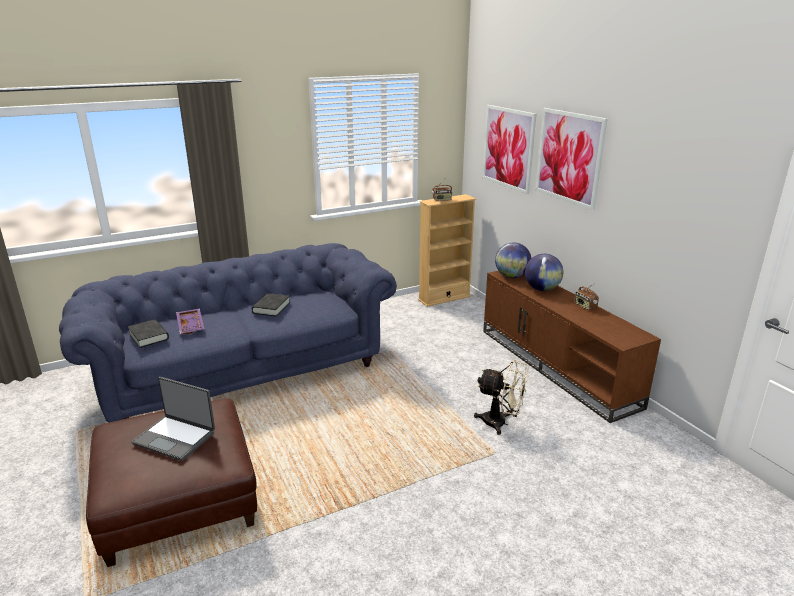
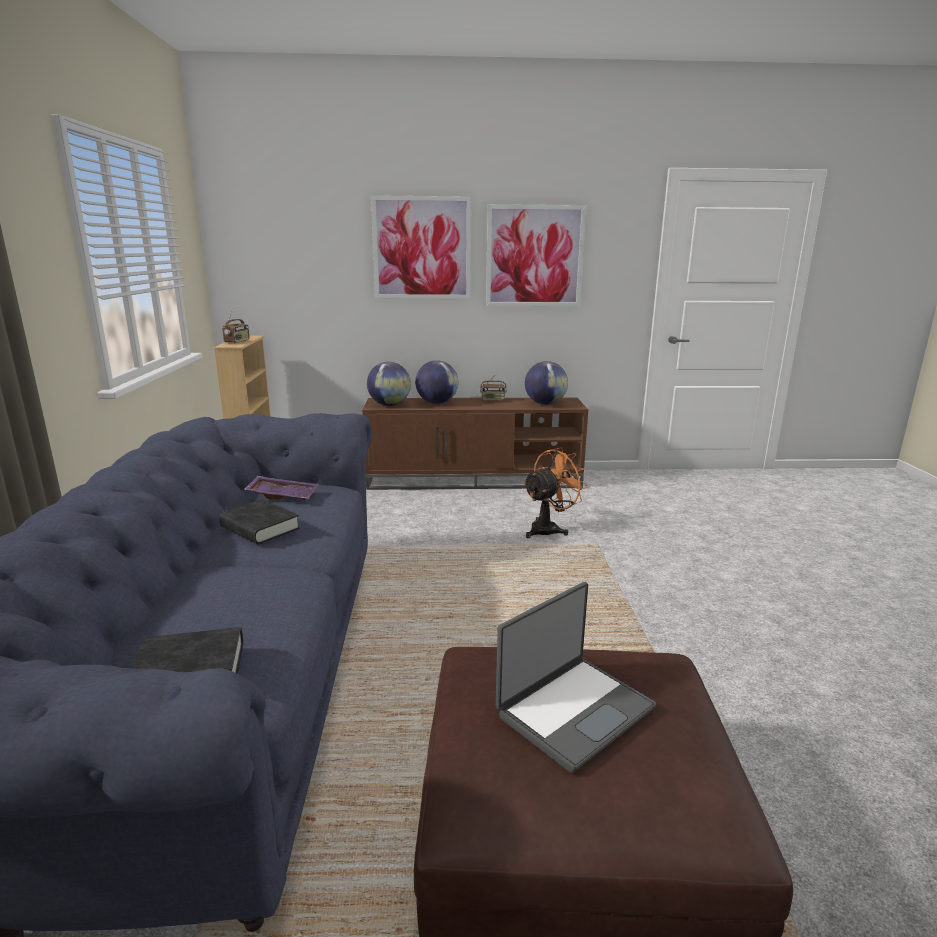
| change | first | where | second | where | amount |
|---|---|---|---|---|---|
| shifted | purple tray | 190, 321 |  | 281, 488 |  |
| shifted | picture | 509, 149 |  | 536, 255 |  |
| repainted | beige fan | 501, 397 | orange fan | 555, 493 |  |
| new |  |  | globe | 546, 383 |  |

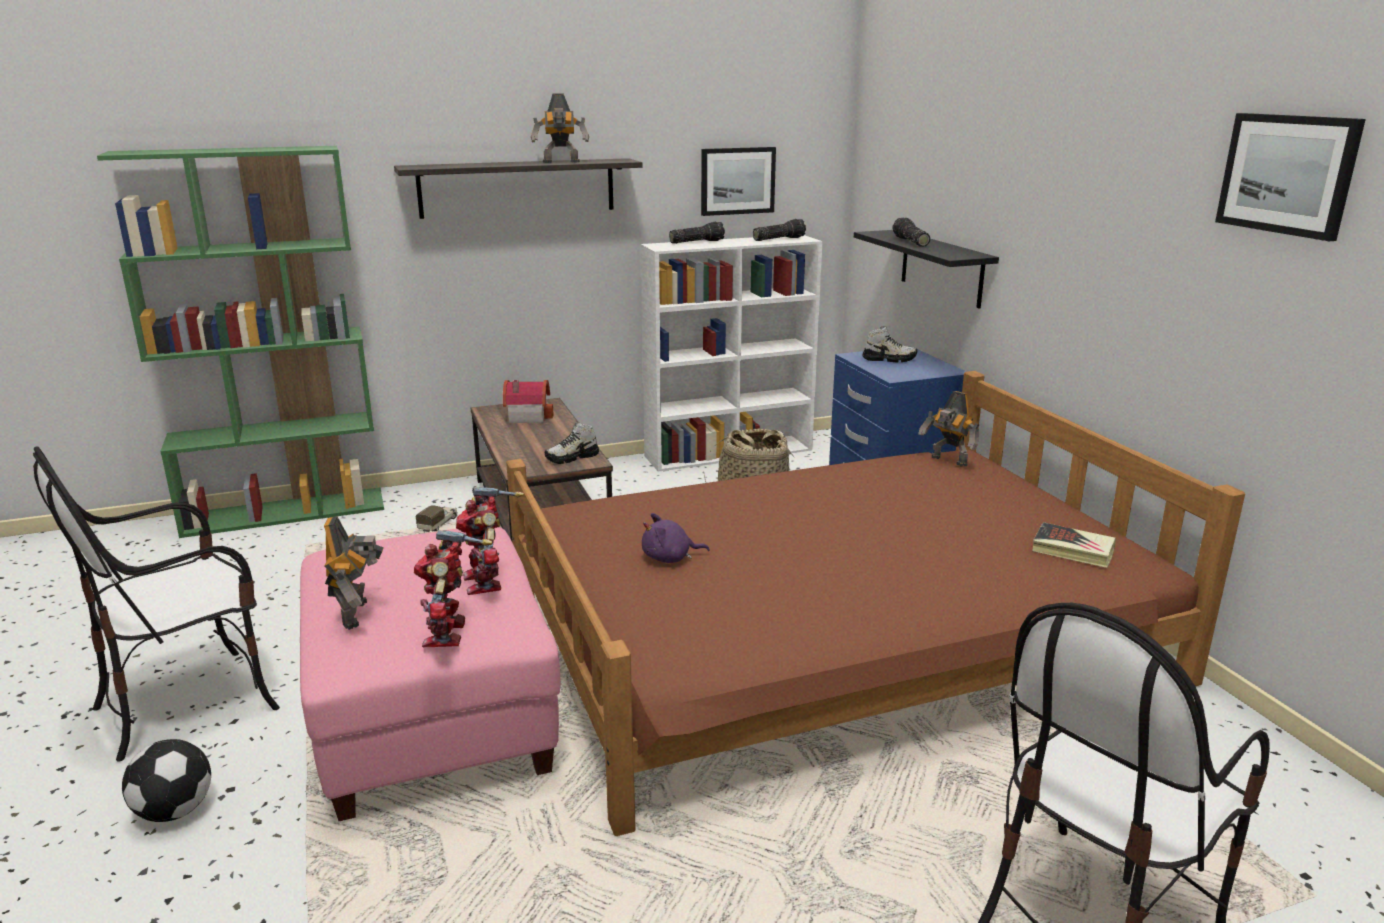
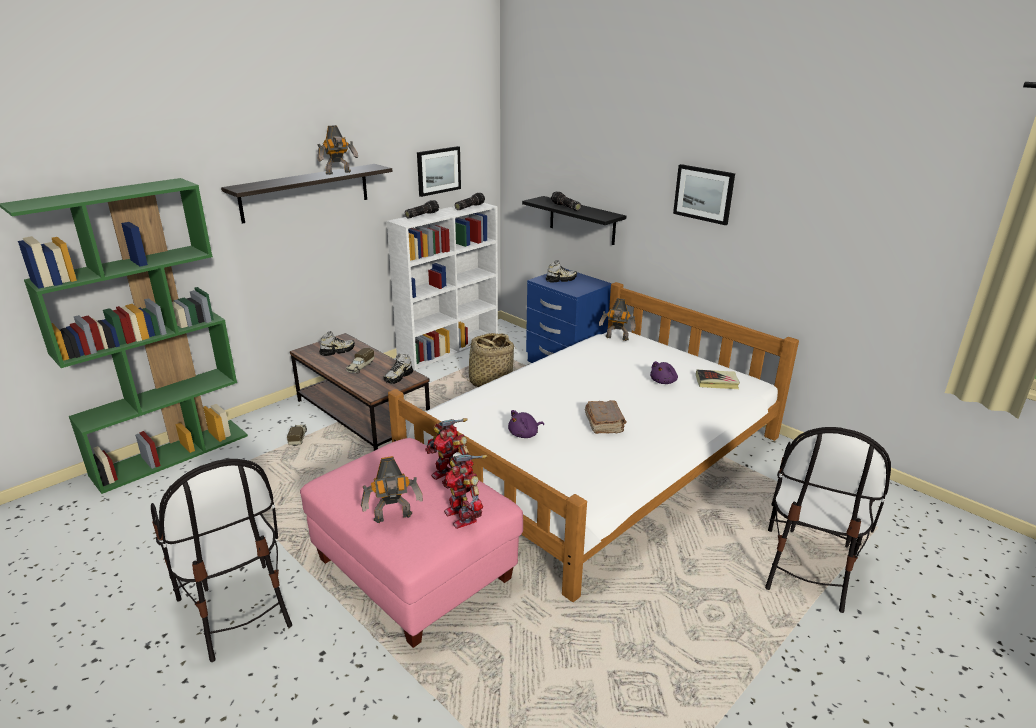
| change | first | where | second | where | amount |
|---|---|---|---|---|---|
| rotated | chair | 156, 604 |  | 221, 560 | 60 degrees counterclockwise |
| swapped | toy house | 528, 401 | shoe | 337, 343 |  |
| new |  |  | toy truck | 360, 361 |  |
| rotated | toy robot | 354, 573 |  | 392, 489 | 105 degrees clockwise |
| repainted | brown bed | 875, 603 | white bed | 593, 442 |  |
| new |  |  | brown book | 605, 417 |  |
| new |  |  | purple plush toy | 664, 372 |  |
| shifted | picture | 1290, 177 |  | 704, 194 |  |
| gone | football | 166, 780 |  |  |  |

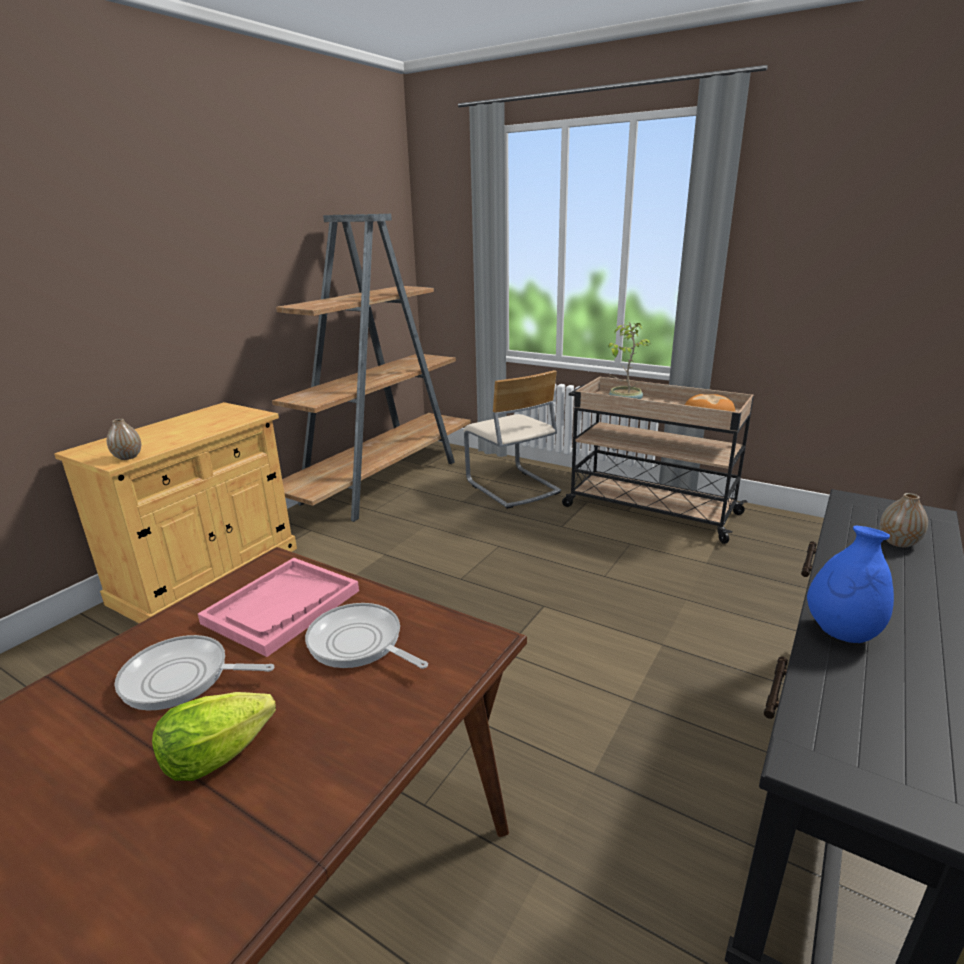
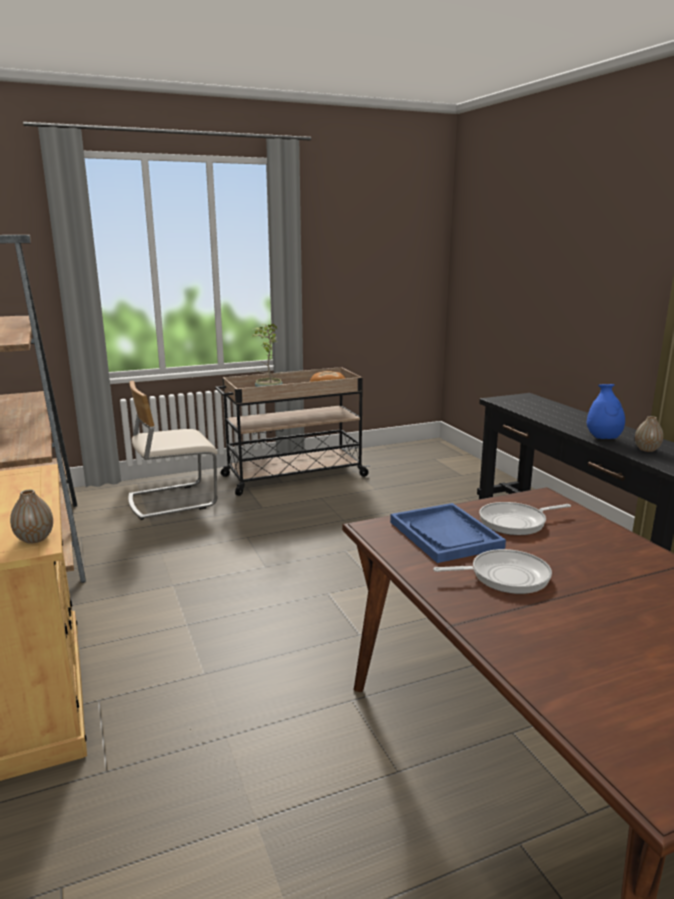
| change | first | where | second | where | amount |
|---|---|---|---|---|---|
| rotated | beige chair | 512, 439 |  | 173, 450 | 150 degrees clockwise |
| repainted | pink tray | 278, 607 | blue tray | 448, 533 |  |
| rotated | frying pan | 194, 672 |  | 492, 571 | 135 degrees counterclockwise |
| shifted | vase | 904, 520 |  | 649, 434 |  |
| gone | lettuce | 214, 736 |  |  |  |

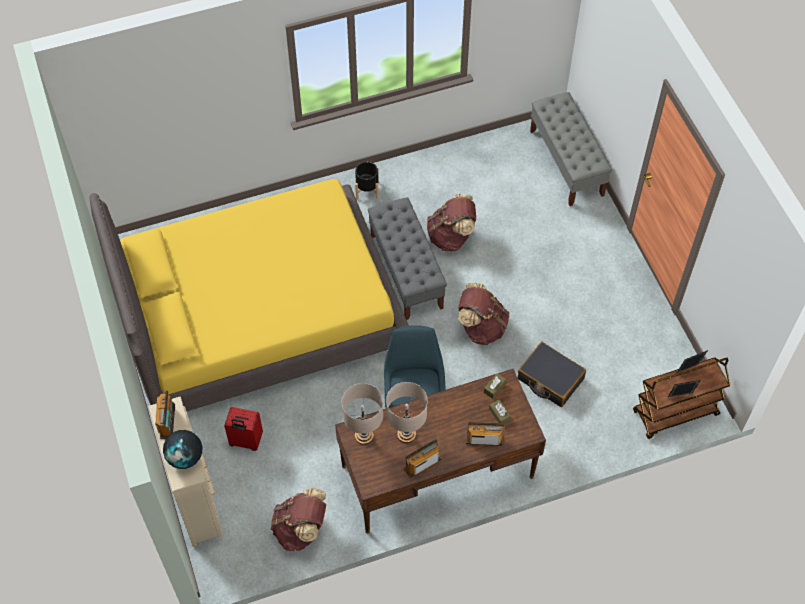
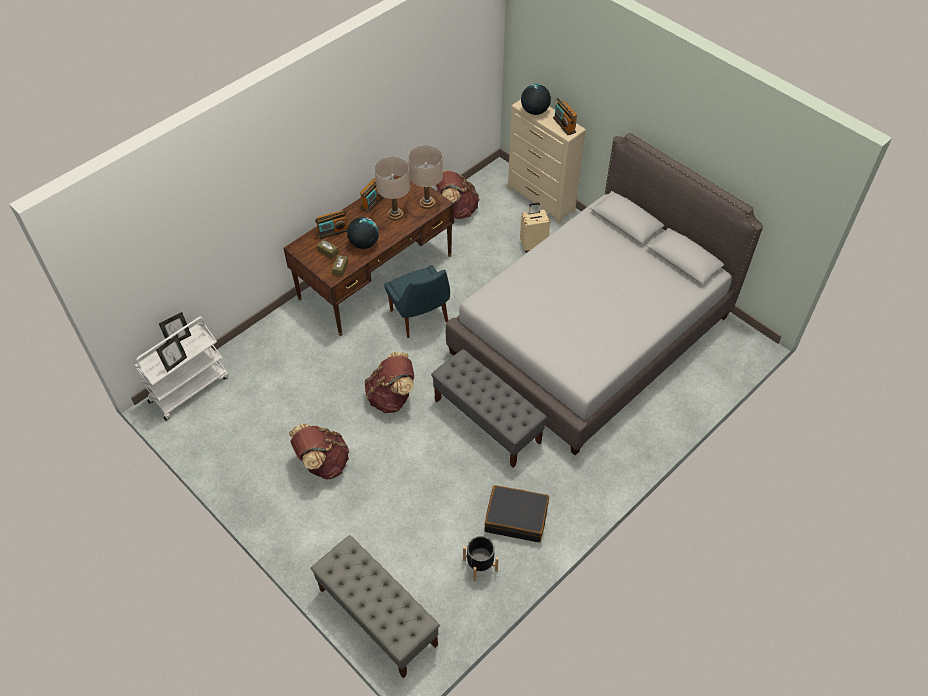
| change | first | where | second | where | amount |
|---|---|---|---|---|---|
| repainted | brown cart | 682, 398 | white cart | 181, 369 |  |
| shifted | brown backpack | 451, 222 |  | 319, 452 |  |
| new |  |  | globe | 363, 233 |  |
| repainted | yellow bed | 249, 295 | grey bed | 604, 294 |  |
| shifted | black planter | 367, 181 |  | 481, 559 |  |
| shifted | black suitcase | 552, 374 |  | 516, 513 |  |
| repainted | red suitcase | 243, 429 | beige suitcase | 535, 227 |  |

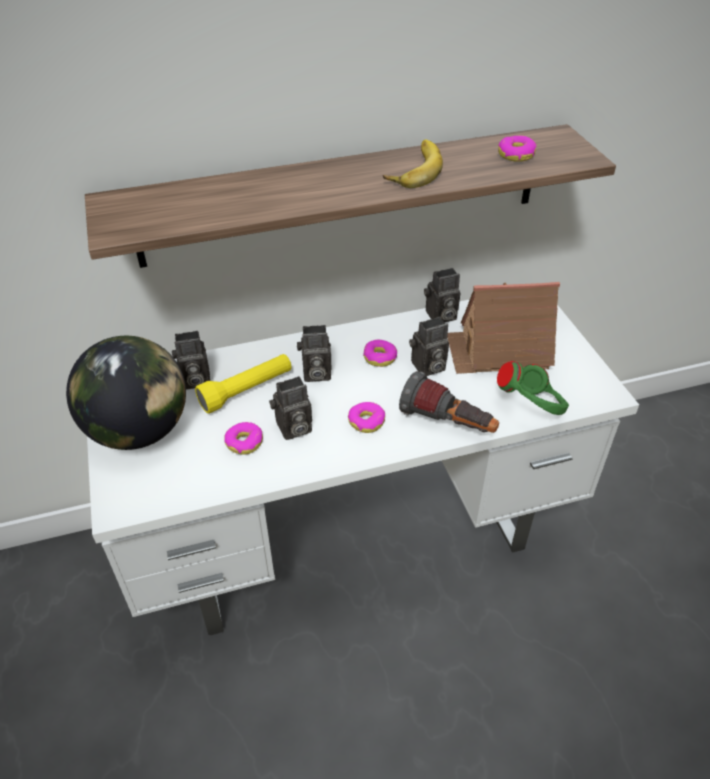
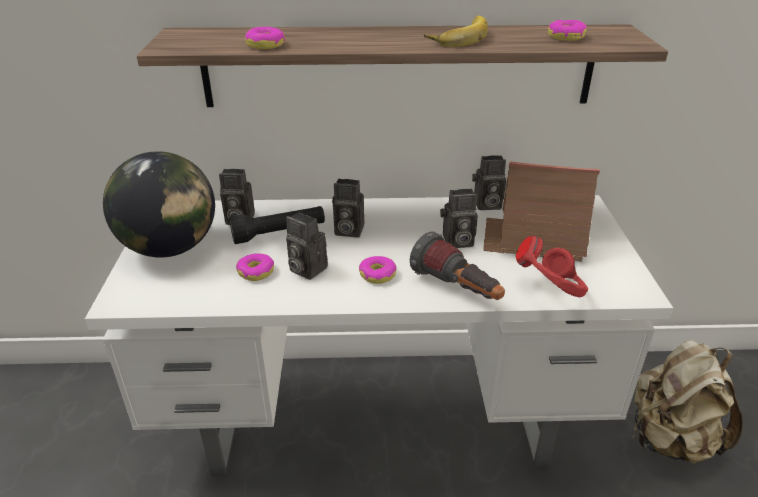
| change | first | where | second | where | amount |
|---|---|---|---|---|---|
| repainted | yellow flashlight | 243, 384 | black flashlight | 277, 225 |  |
| shifted | donut | 380, 353 |  | 265, 38 |  |
| rotated | photo camera | 290, 408 |  | 307, 246 | 45 degrees clockwise |
| repainted | green headphones | 533, 388 | red headphones | 552, 266 |  |
| new |  |  | beige backpack | 687, 402 |  |

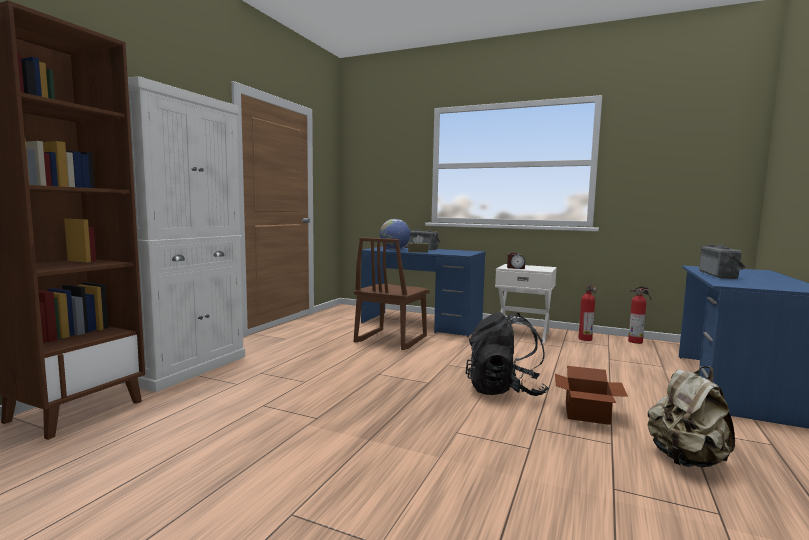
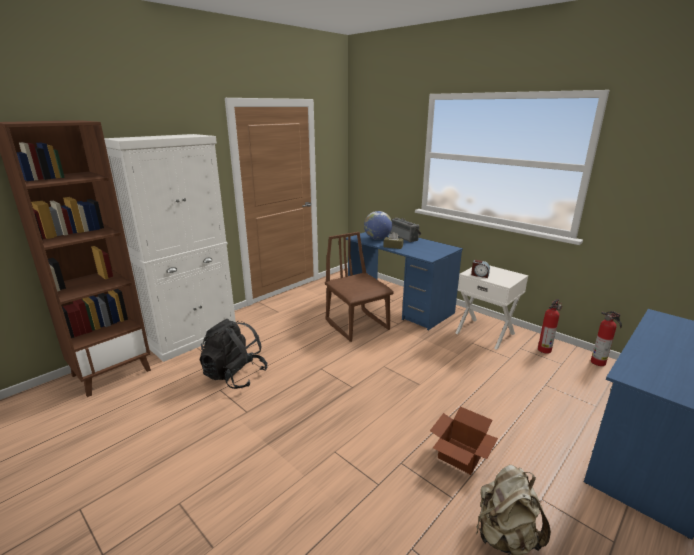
| change | first | where | second | where | amount |
|---|---|---|---|---|---|
| shifted | black backpack | 507, 354 |  | 234, 354 |  |
| rotated | brown chair | 392, 293 |  | 359, 287 | 105 degrees clockwise |
| gone | radio | 722, 261 |  |  |  |

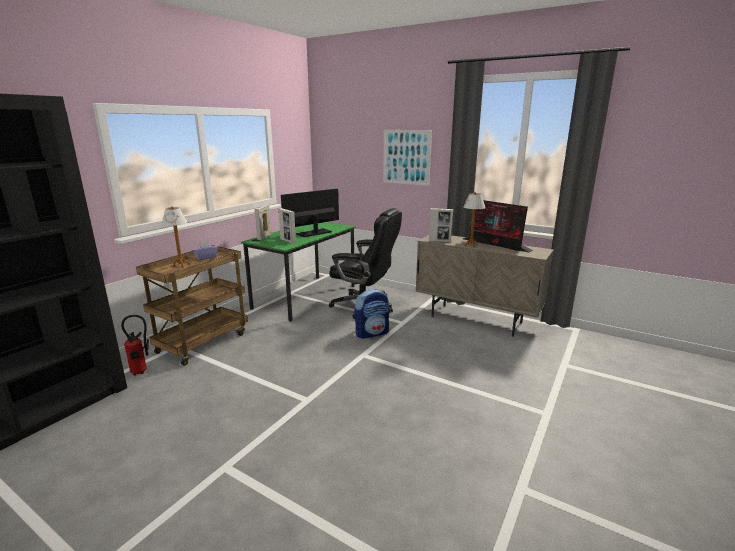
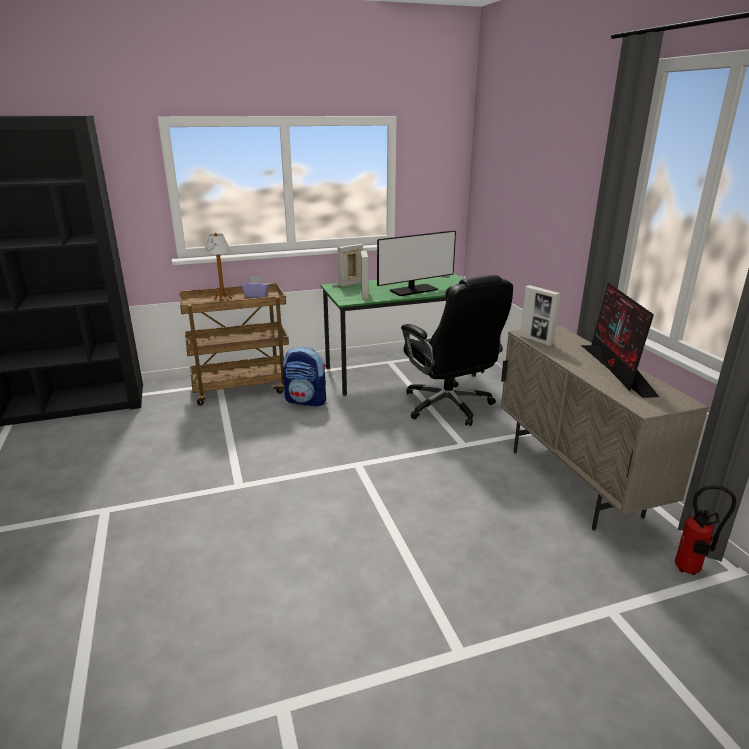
| change | first | where | second | where | amount |
|---|---|---|---|---|---|
| shifted | backpack | 371, 314 |  | 304, 377 |  |
| rotated | monitor | 310, 212 |  | 416, 263 | 150 degrees clockwise |
| shifted | fire extinguisher | 135, 345 |  | 705, 530 |  |
| gone | picture | 407, 158 |  |  |  |
| gone | table lamp | 474, 219 |  |  |  |

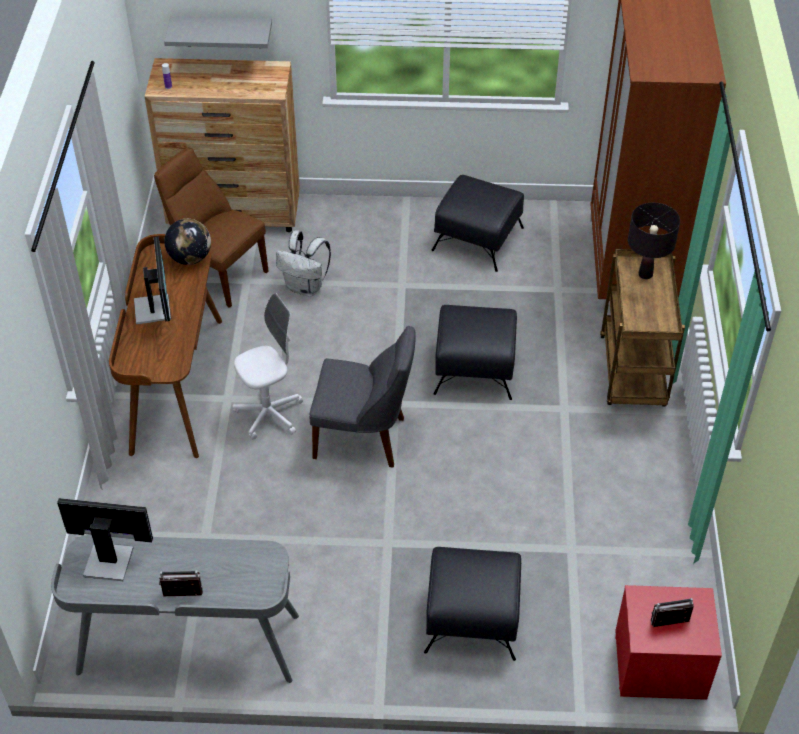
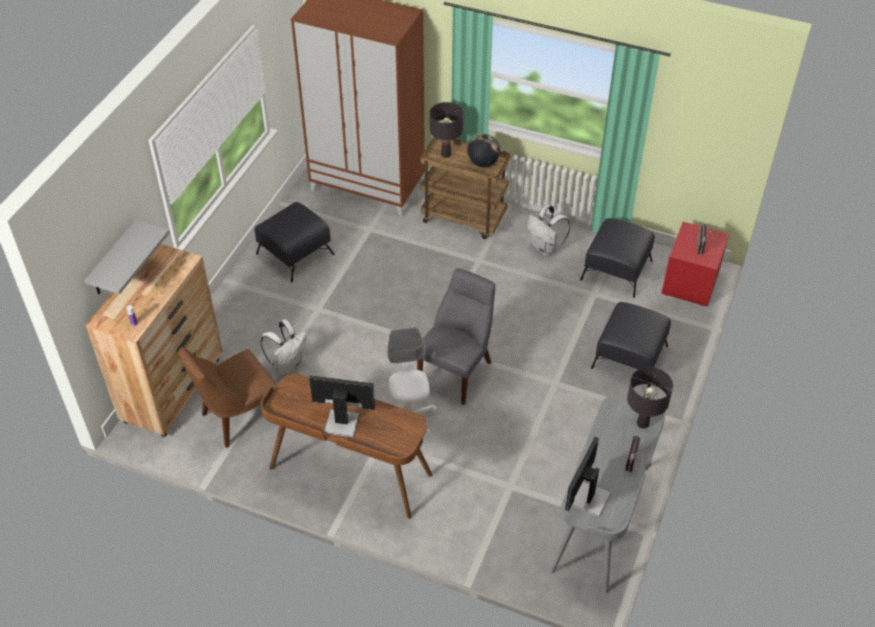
| change | first | where | second | where | amount |
|---|---|---|---|---|---|
| shifted | globe | 187, 242 |  | 483, 150 |  |
| new |  |  | white backpack | 549, 230 |  |
| shifted | black ottoman | 475, 352 |  | 617, 258 |  |
| new |  |  | black table lamp | 650, 398 |  |

